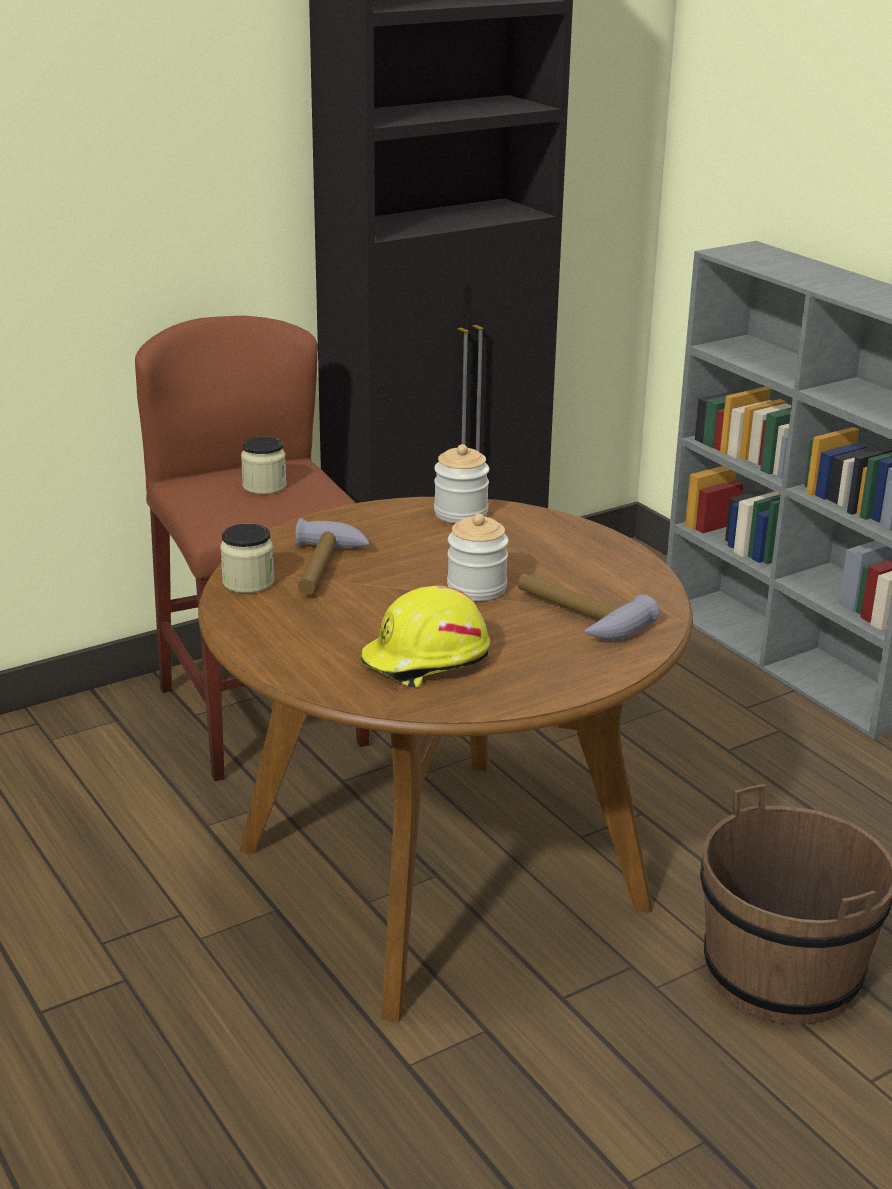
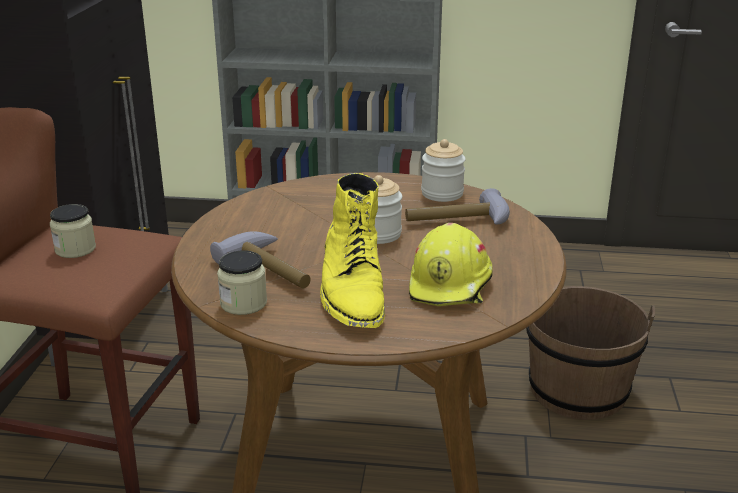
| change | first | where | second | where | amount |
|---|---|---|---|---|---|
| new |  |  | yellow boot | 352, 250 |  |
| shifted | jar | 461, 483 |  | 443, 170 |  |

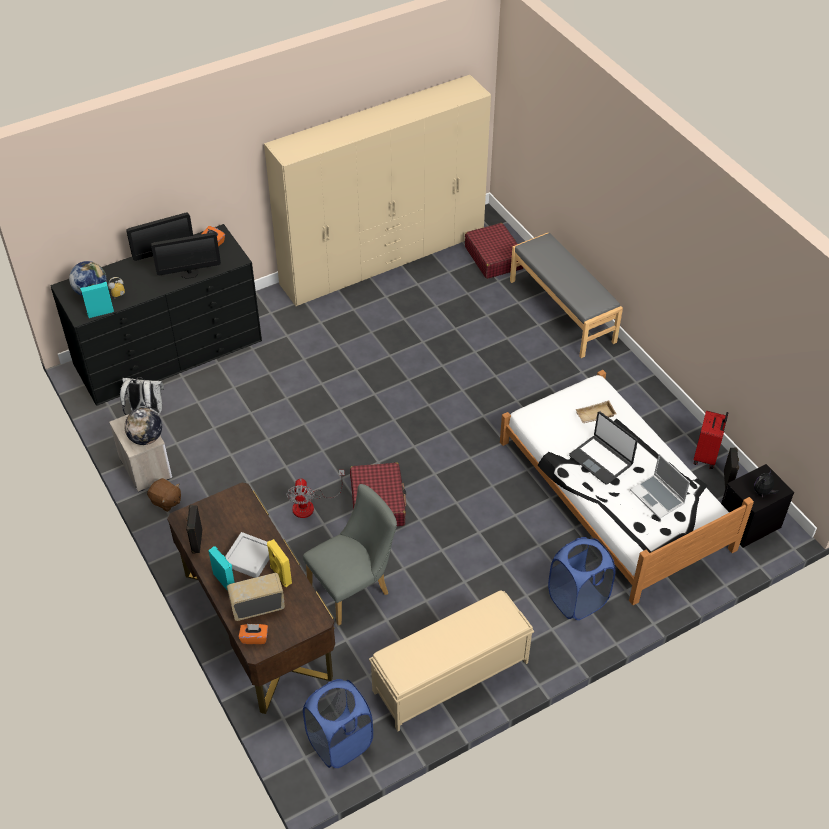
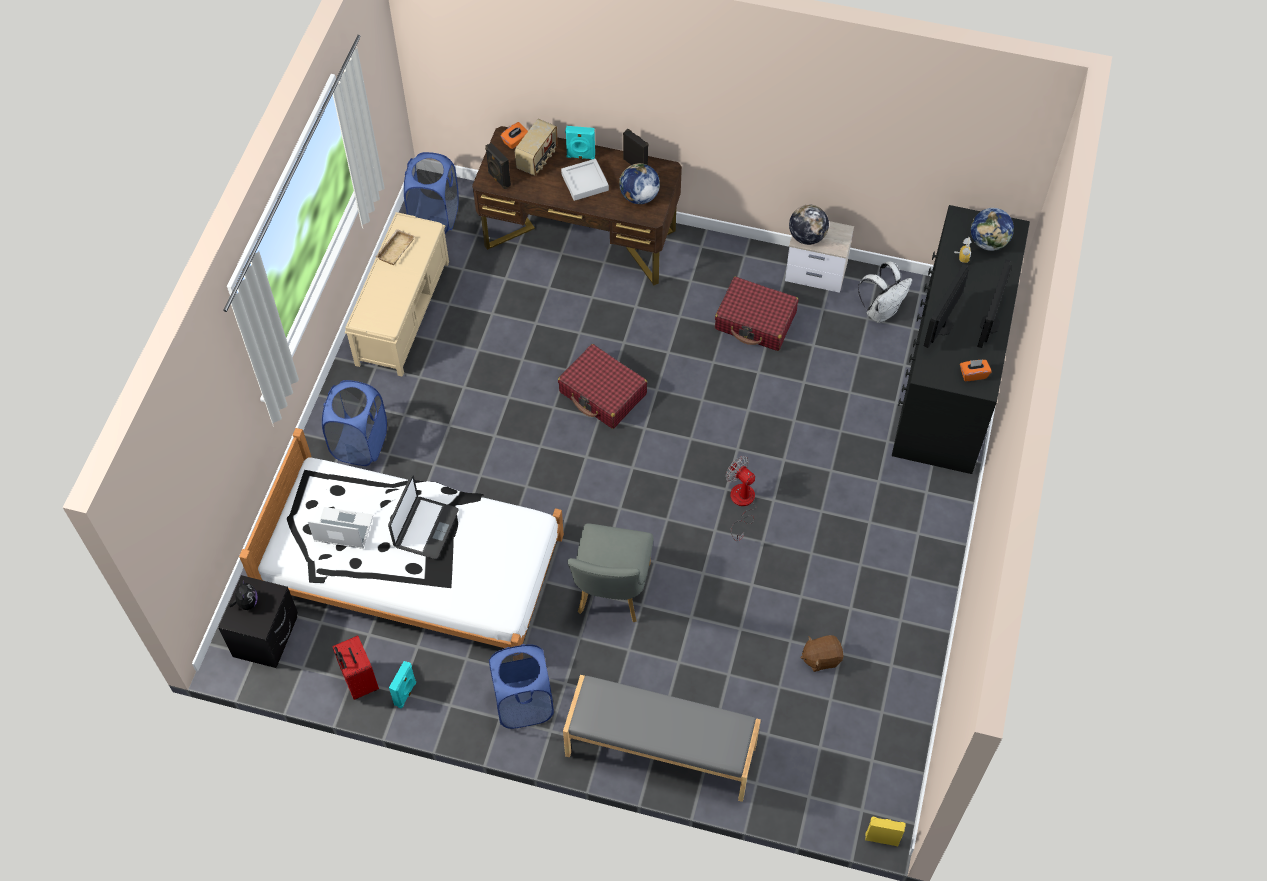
| change | first | where | second | where | amount |
|---|---|---|---|---|---|
| shifted | beige tray | 595, 411 |  | 395, 247 |  |
| rotated | laptop | 603, 448 |  | 423, 517 | 105 degrees clockwise |
| shifted | turquoise speaker | 97, 300 |  | 402, 684 |  |
| shifted | black speaker | 731, 468 |  | 498, 166 |  |
| new |  |  | blue laundry basket | 521, 686 |  |
| shifted | grey chair | 350, 555 |  | 610, 572 |  |
| new |  |  | globe | 639, 183 |  |
| shifted | red suitcase | 494, 251 |  | 757, 314 |  |
| shifted | fan | 315, 494 |  | 741, 498 |  |
| shifted | brown plush toy | 164, 495 |  | 822, 653 |  |
| shifted | yellow speaker | 279, 563 |  | 885, 831 |  |
| gone | beige wardrobe | 377, 190 |  |  |  |

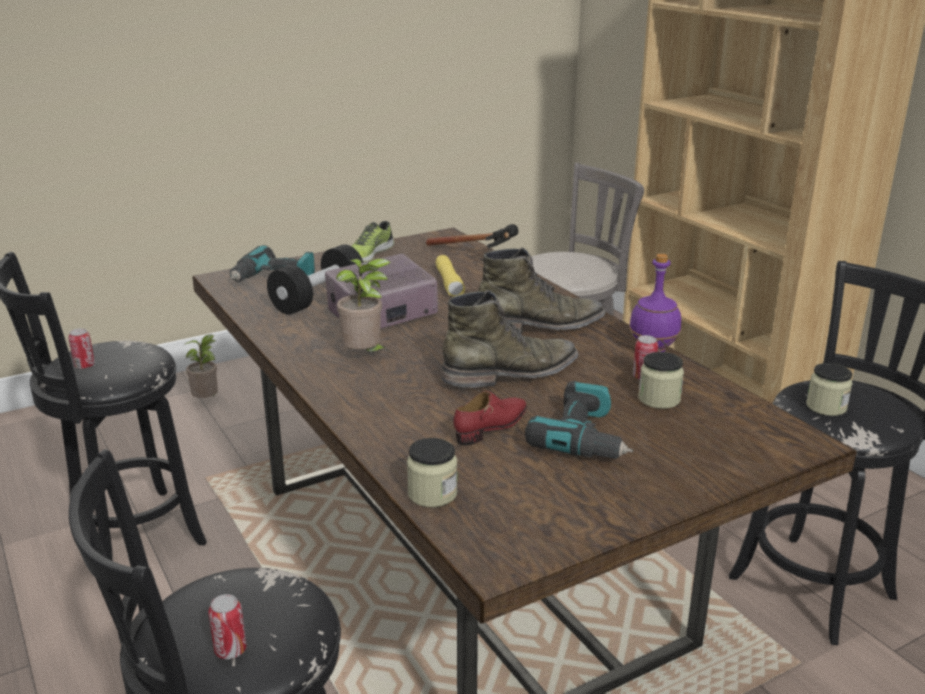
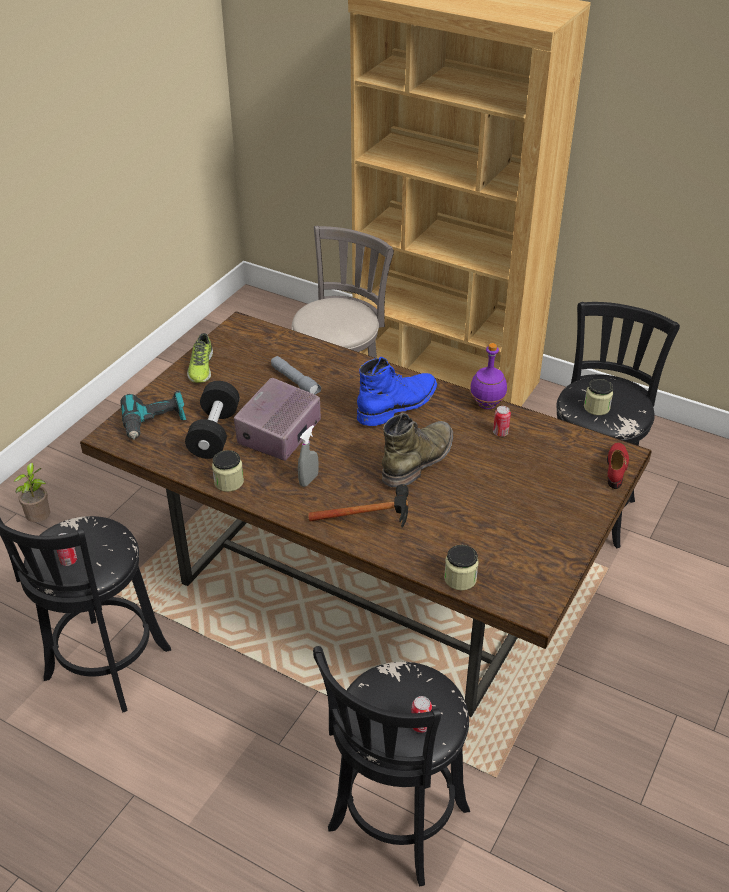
| change | first | where | second | where | amount |
|---|---|---|---|---|---|
| shifted | jar | 661, 380 |  | 228, 471 |  |
| repainted | yellow flashlight | 450, 276 | grey flashlight | 296, 375 |  |
| swapped | potted plant | 363, 305 | grey spray bottle | 308, 456 |  |
| shifted | hammer | 472, 236 |  | 358, 506 |  |
| repainted | green boot | 541, 289 | blue boot | 397, 391 |  |
| shifted | red shoe | 490, 418 |  | 618, 466 |  |
| gone | power drill | 579, 420 |  |  |  |

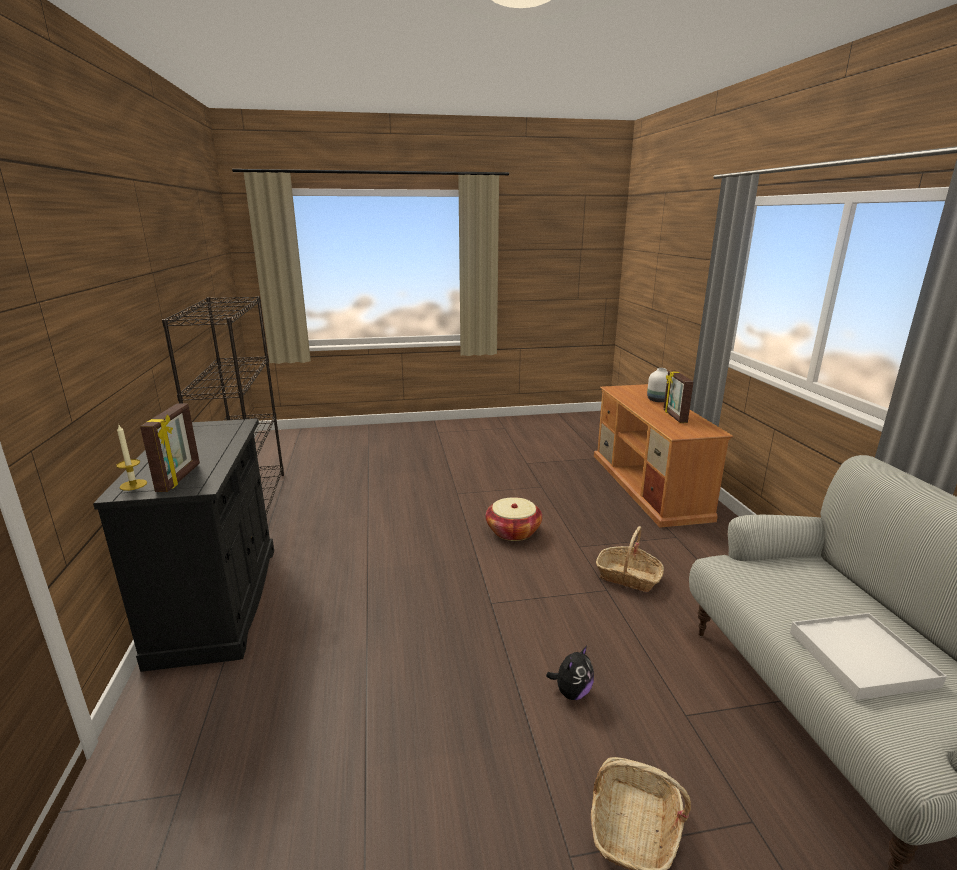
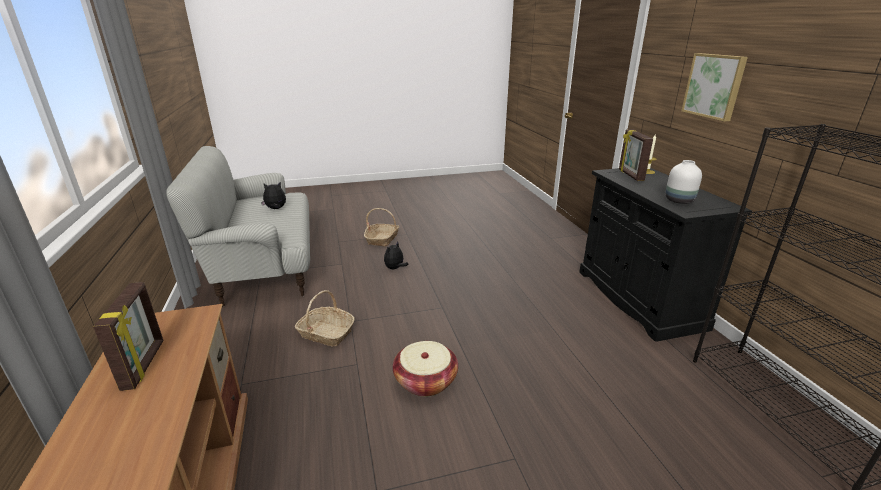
| change | first | where | second | where | amount |
|---|---|---|---|---|---|
| swapped | white tray | 868, 656 | plush toy | 273, 195 |  |
| shifted | white vase | 657, 385 |  | 684, 182 |  |
| new |  |  | picture | 714, 87 |  |

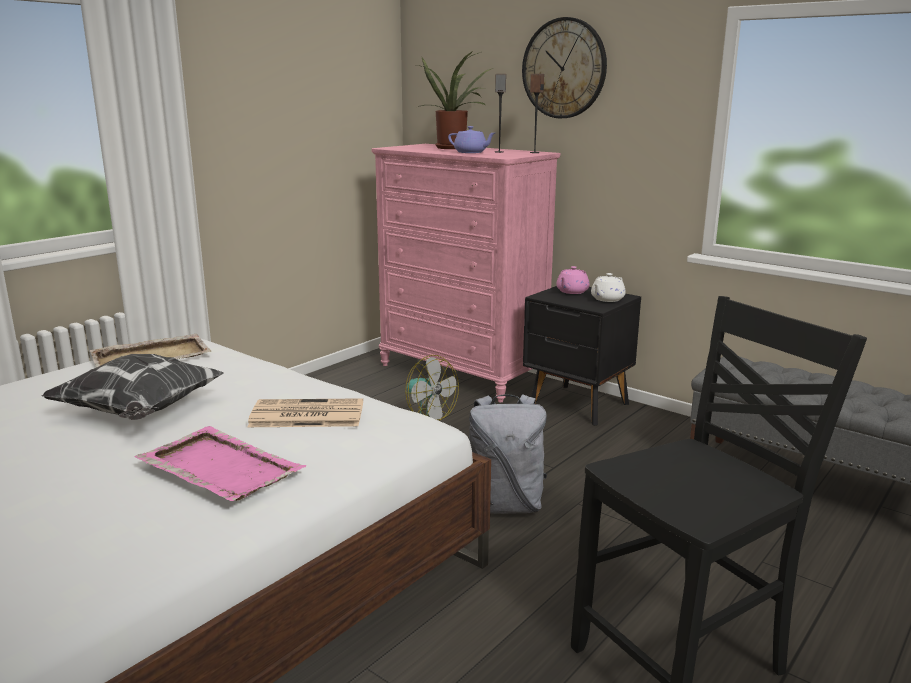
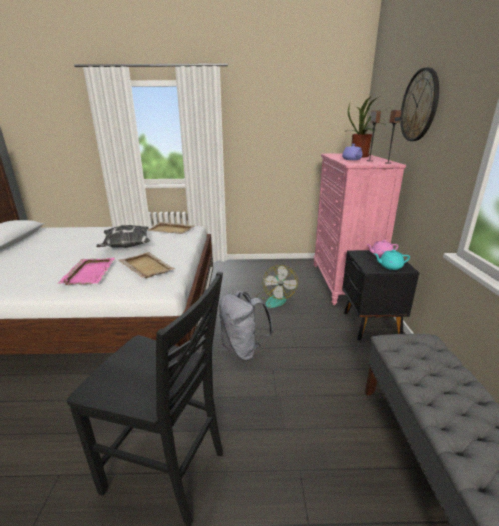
| change | first | where | second | where | amount |
|---|---|---|---|---|---|
| swapped | newspaper | 305, 412 | beige tray | 147, 265 |  |
| repainted | white teapot | 608, 287 | turquoise teapot | 392, 260 |  |

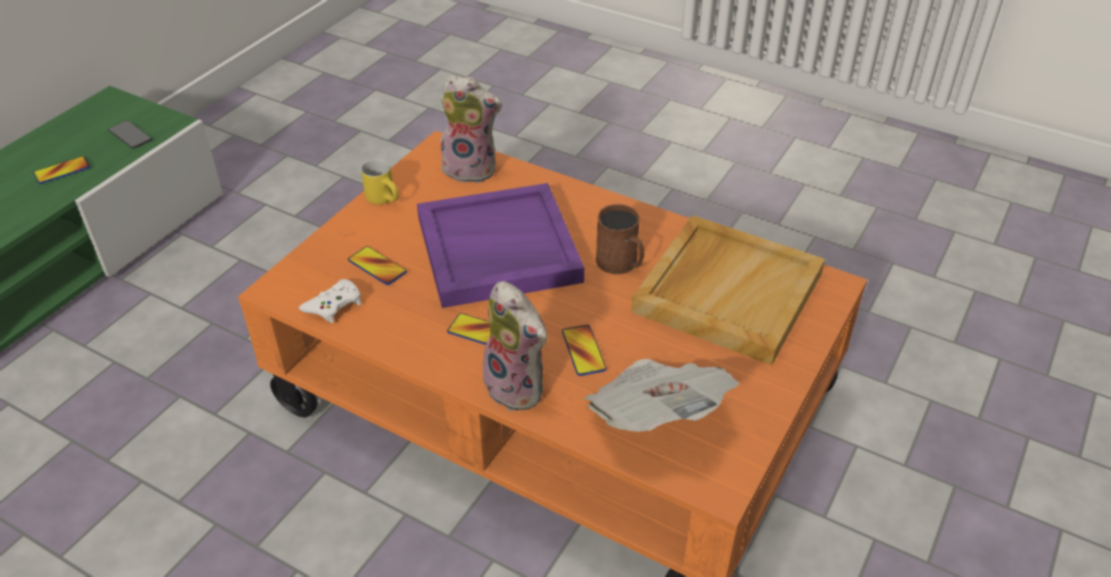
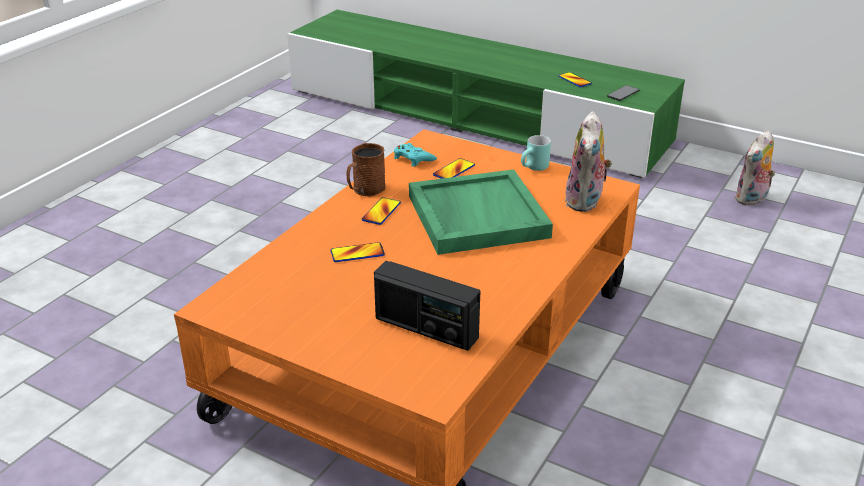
| change | first | where | second | where | amount |
|---|---|---|---|---|---|
| shifted | brown mug | 620, 239 |  | 366, 169 |  |
| swapped | beige tray | 728, 290 | radio | 427, 306 |  |
| repainted | white game controller | 330, 301 | turquoise game controller | 415, 155 |  |
| repainted | purple tray | 500, 245 | green tray | 481, 212 |  |
| repainted | yellow mug | 380, 182 | turquoise mug | 536, 153 |  |
| shifted | plush toy | 515, 346 |  | 755, 168 |  |
| gone | newspaper | 661, 395 |  |  |  |

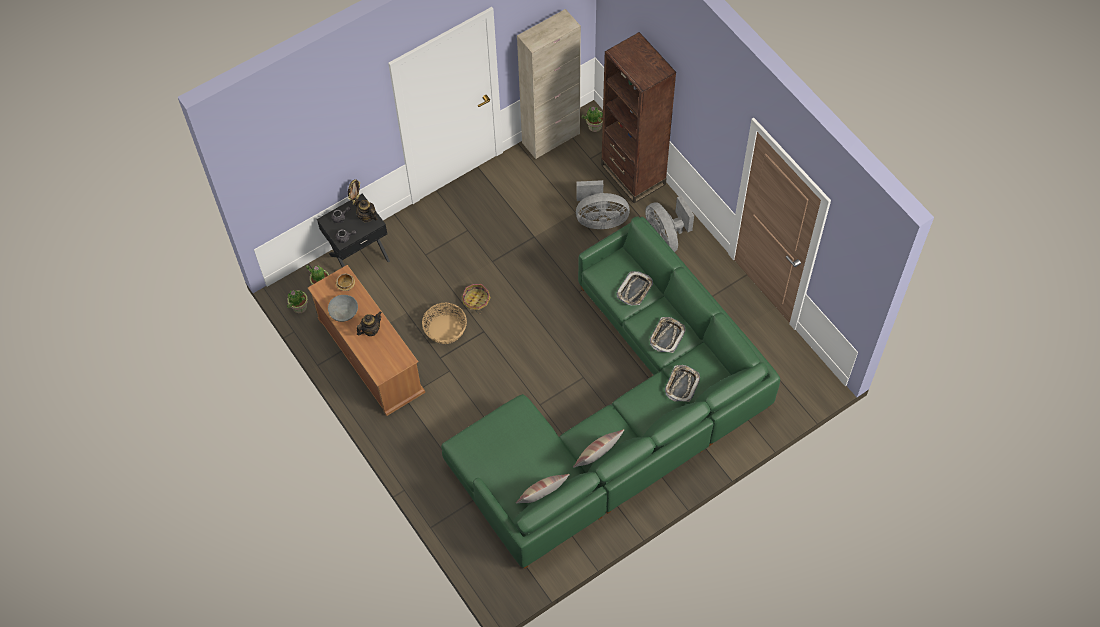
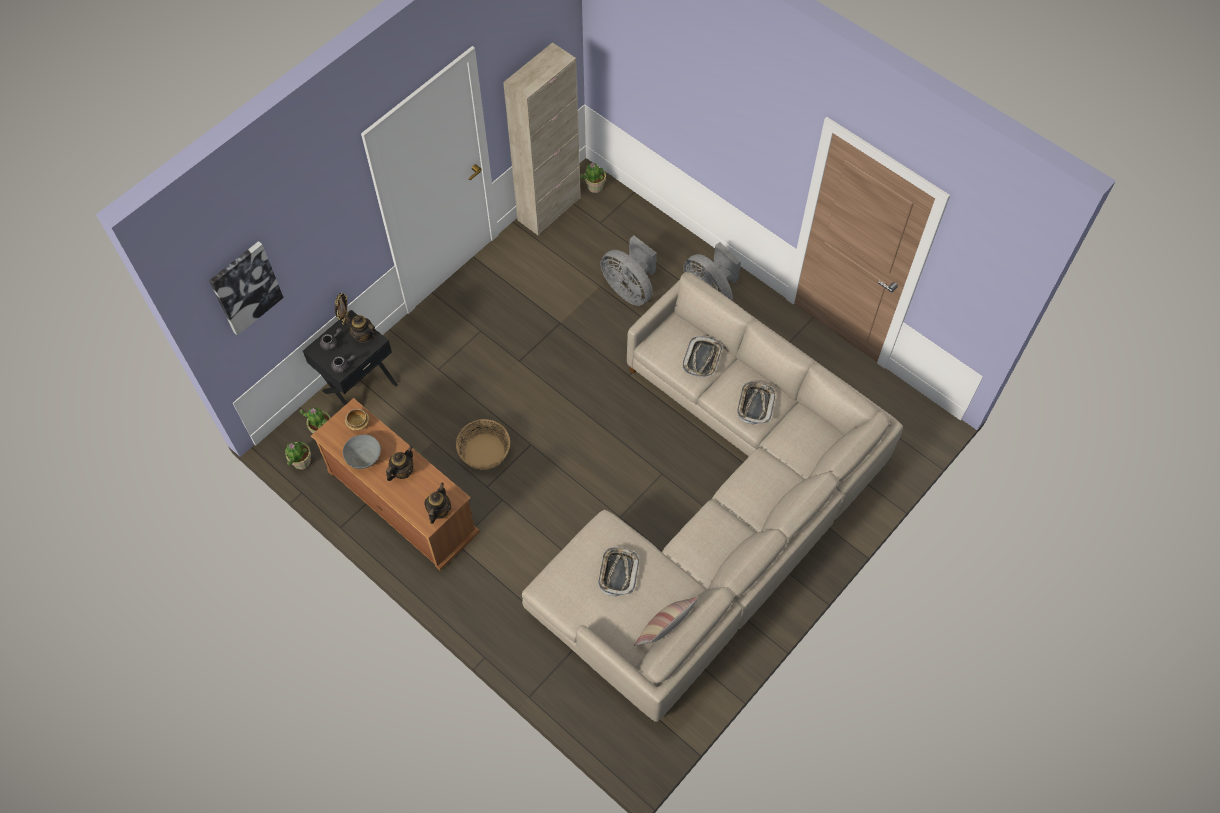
| change | first | where | second | where | amount |
|---|---|---|---|---|---|
| new |  |  | picture | 246, 288 |  |
| new |  |  | teapot | 437, 503 |  |
| repainted | green sofa | 610, 392 | beige sofa | 712, 497 |  |
| shifted | tray | 682, 383 |  | 618, 572 |  |
| rotated | grey fan | 603, 204 |  | 628, 271 | 60 degrees clockwise |
| gone | basket | 476, 299 |  |  |  |
| gone | pillow | 598, 448 |  |  |  |
| gone | brown bookcase | 638, 117 |  |  |  |

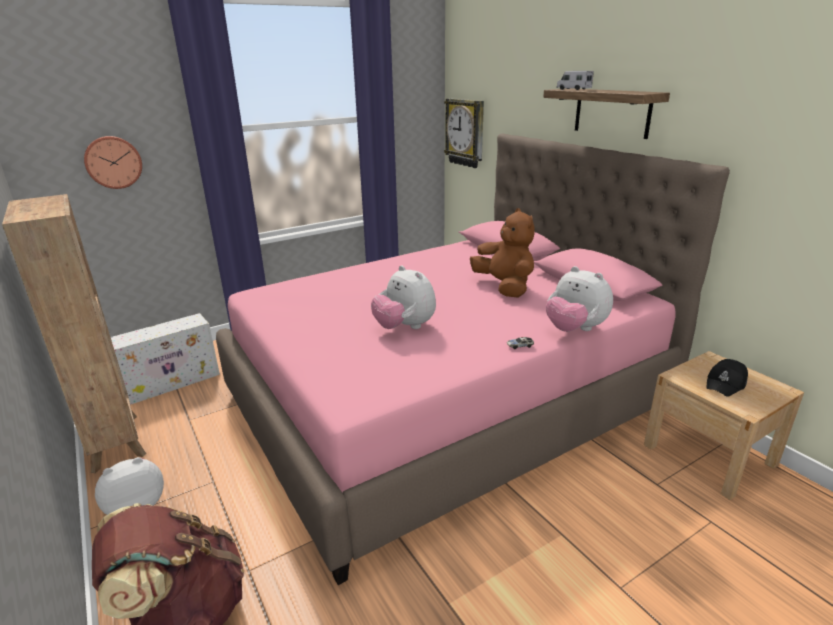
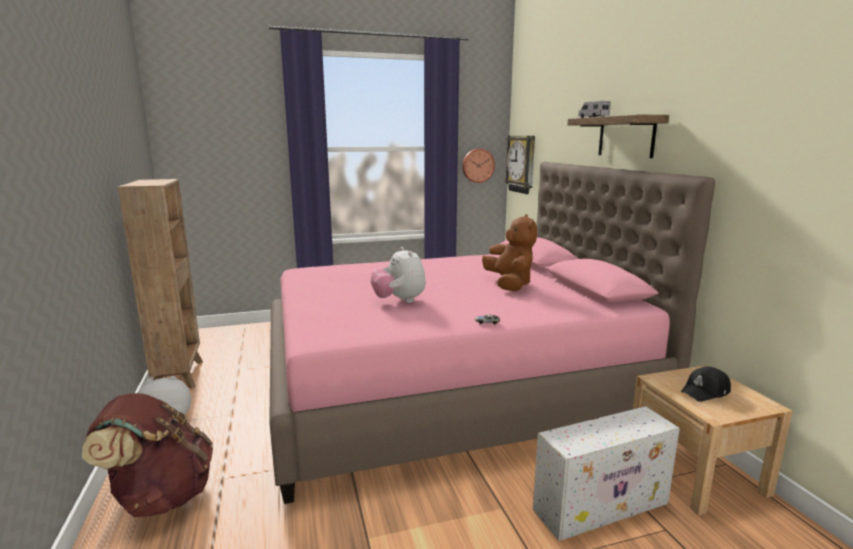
| change | first | where | second | where | amount |
|---|---|---|---|---|---|
| shifted | wall clock | 113, 162 |  | 478, 166 |  |
| shifted | white storage box | 165, 359 |  | 606, 473 |  |
| gone | plush toy | 579, 299 |  |  |  |

